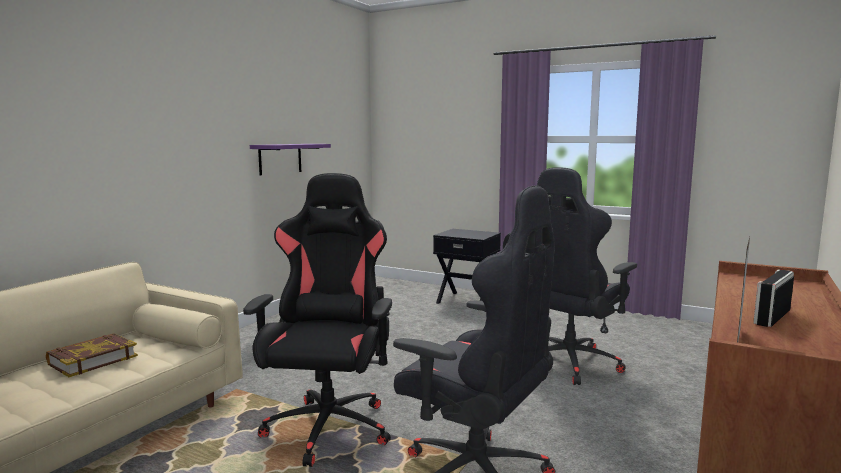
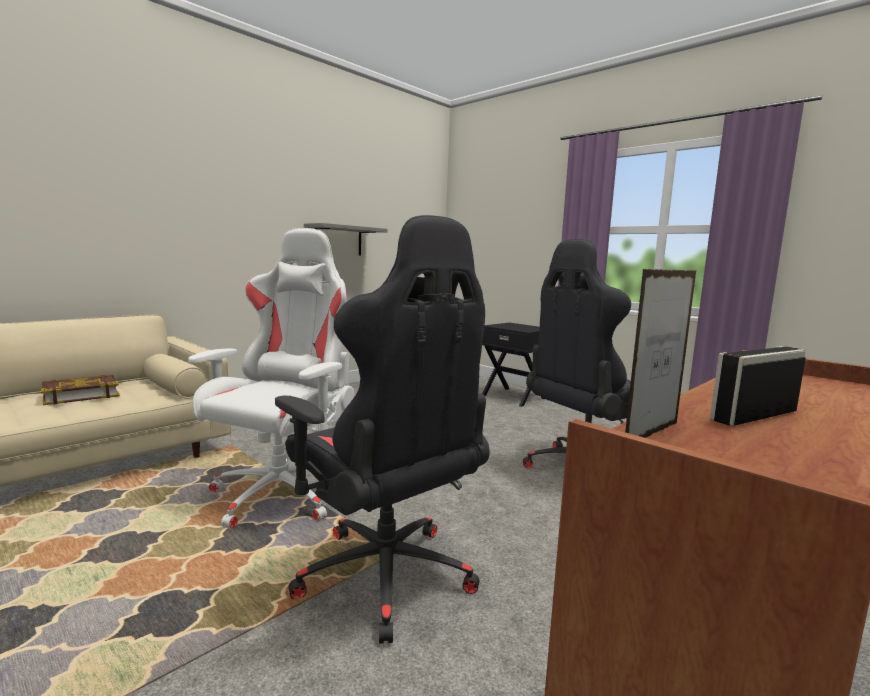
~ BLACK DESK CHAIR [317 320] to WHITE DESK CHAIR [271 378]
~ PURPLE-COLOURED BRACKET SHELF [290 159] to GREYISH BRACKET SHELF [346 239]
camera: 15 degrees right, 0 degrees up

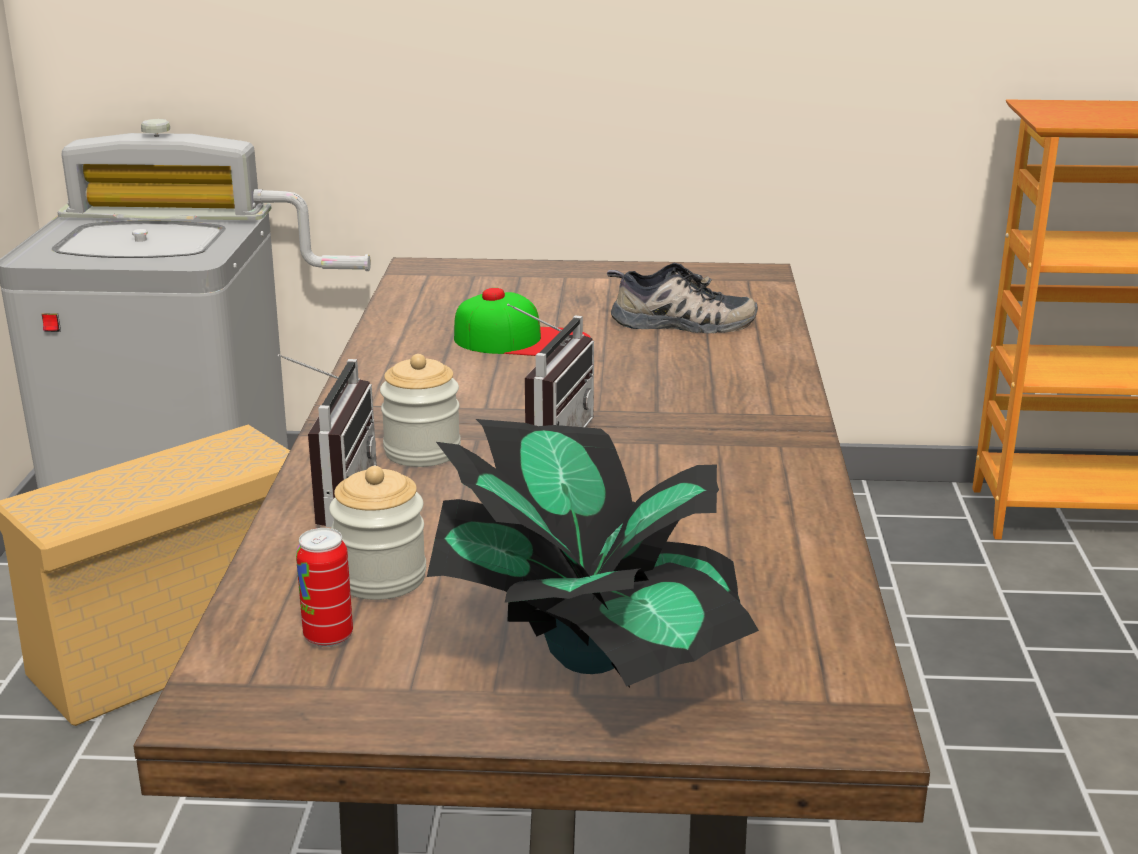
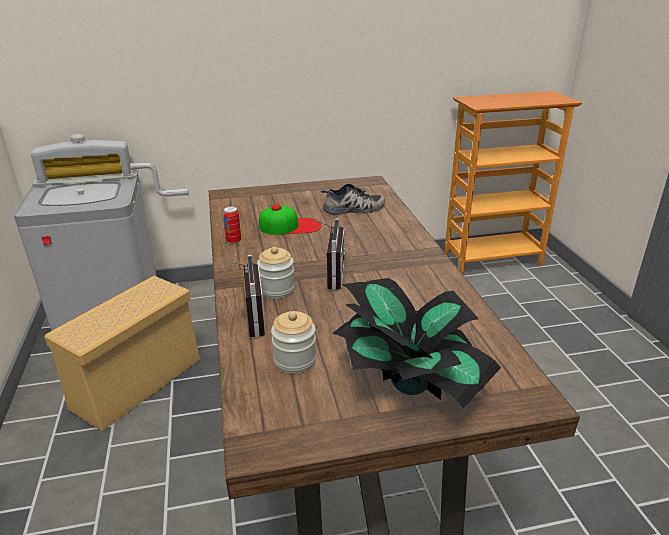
~ CAN [324 587] to [232 225]
camera: 15 degrees left, 5 degrees up

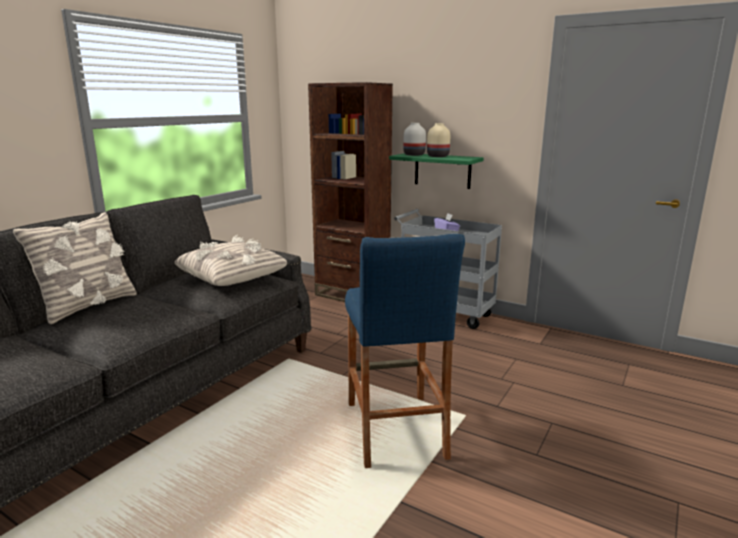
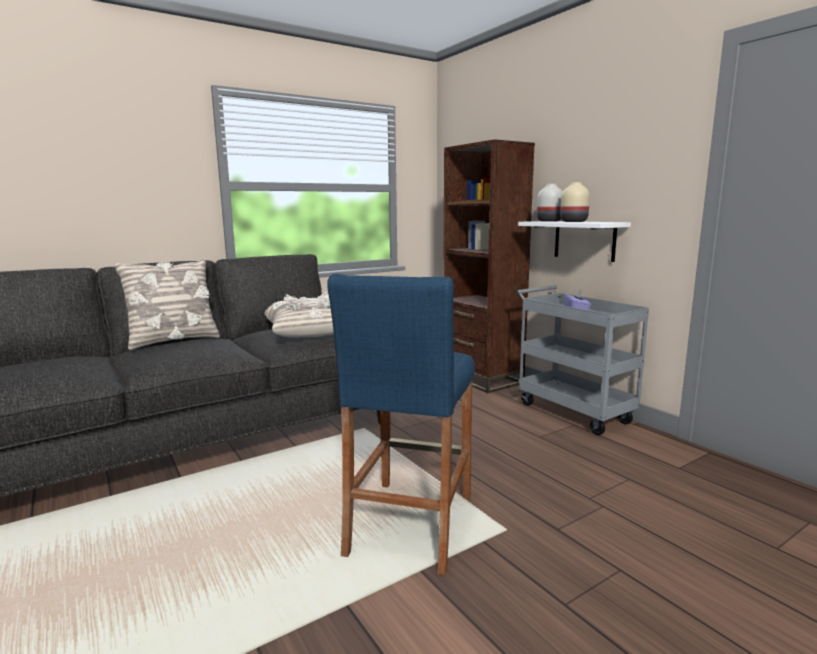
~ GREENISH BRACKET SHELF [436 171] to WHITE BRACKET SHELF [574 241]
camera: 25 degrees right, 5 degrees down

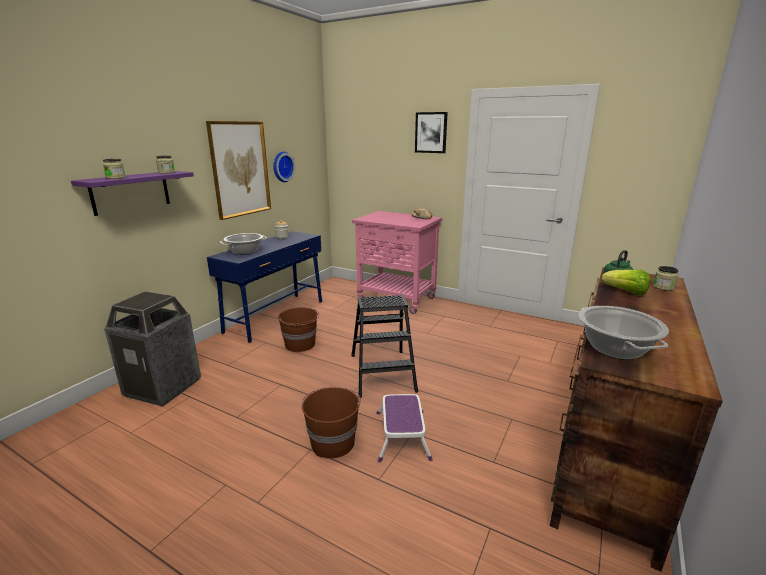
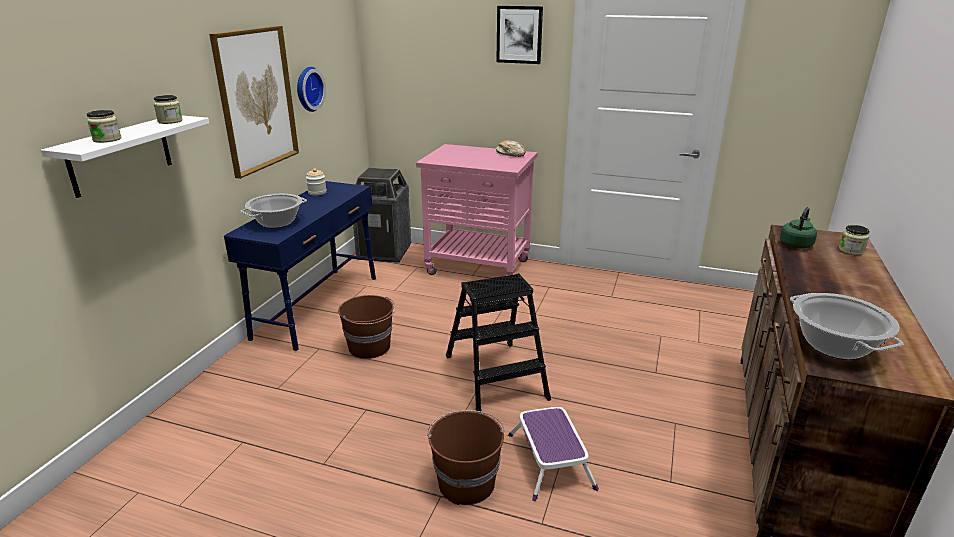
~ PURPLE-COLOURED BRACKET SHELF [132 193] to WHITE BRACKET SHELF [125 156]
~ WASTE BIN [152 348] to [382 215]
- LETTUCE HEAD [626 282]
camera: 10 degrees left, 5 degrees up

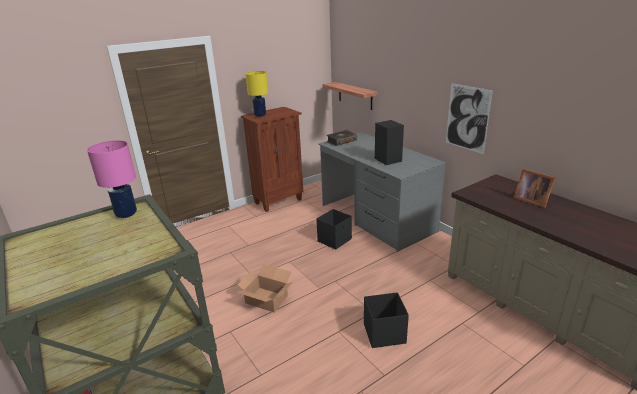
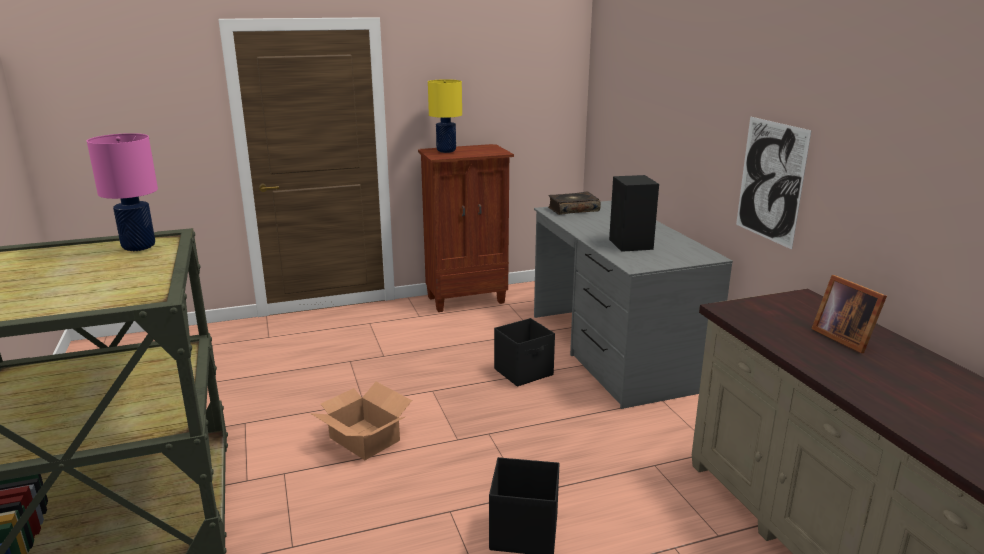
- BRACKET SHELF [350 96]
camera: 15 degrees right, 5 degrees down

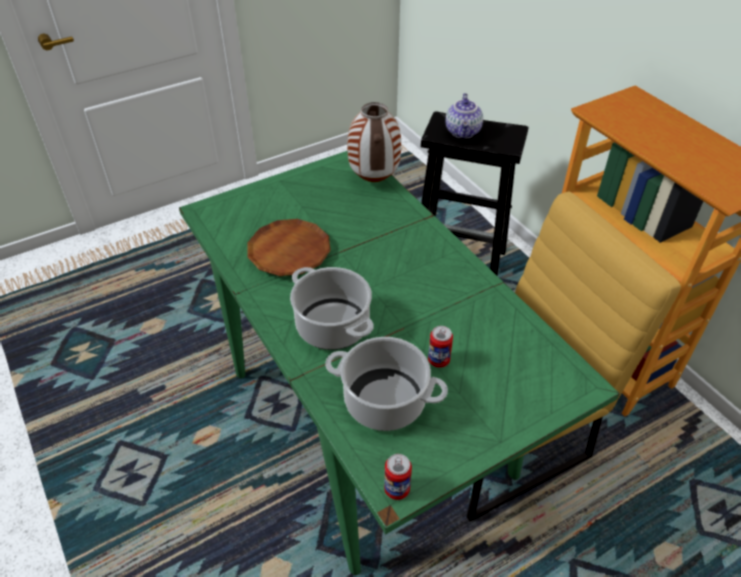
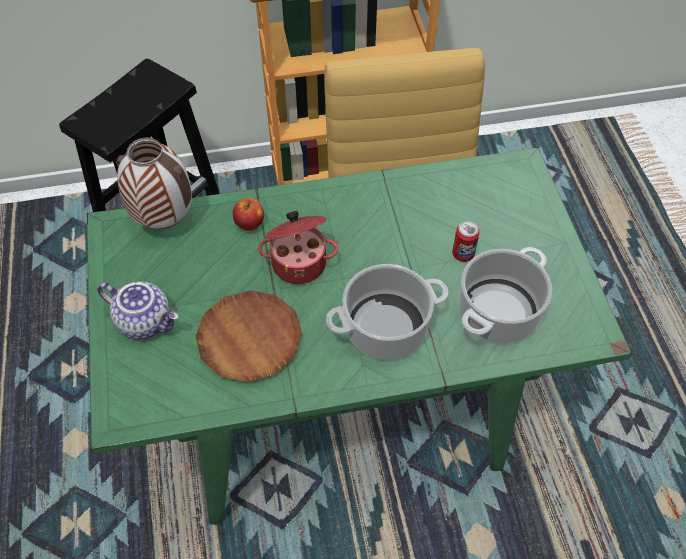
~ TEA POT [464 116] to [138 310]
+ WHOLE APPLE [248 214]
+ STOCKPOT [298 247]
- CAN [398 477]
camera: 70 degrees left, 10 degrees up

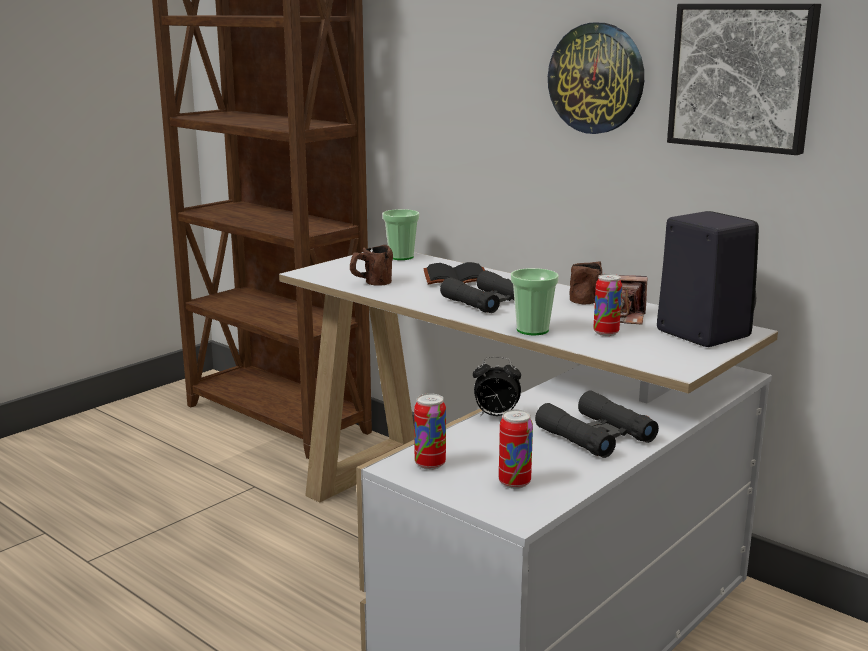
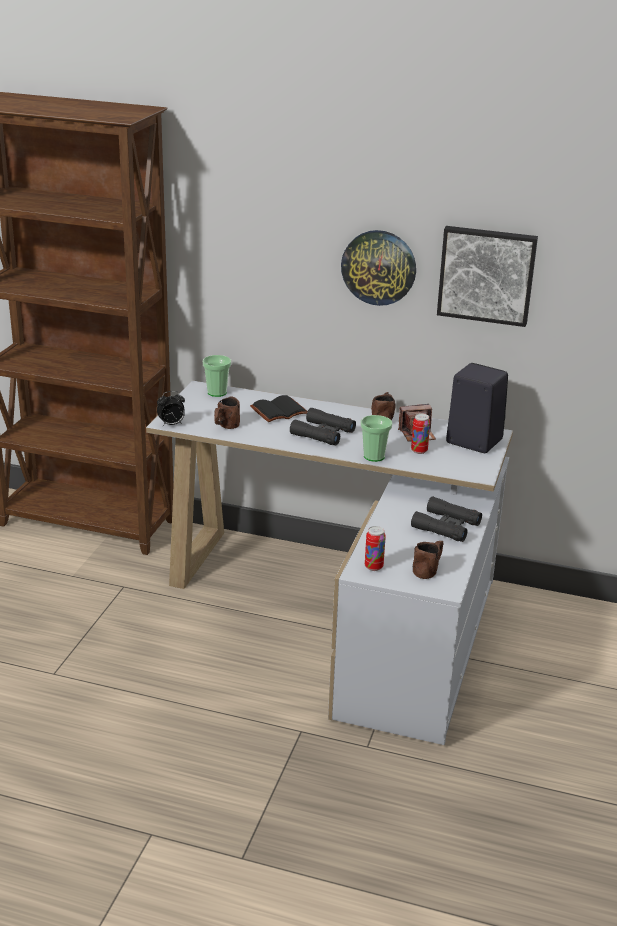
~ BEDSIDE CLOCK [497 386] to [171 408]
~ CAN [516 449] to BROWN-COLOURED MUG [428 560]
camera: 25 degrees left, 10 degrees up

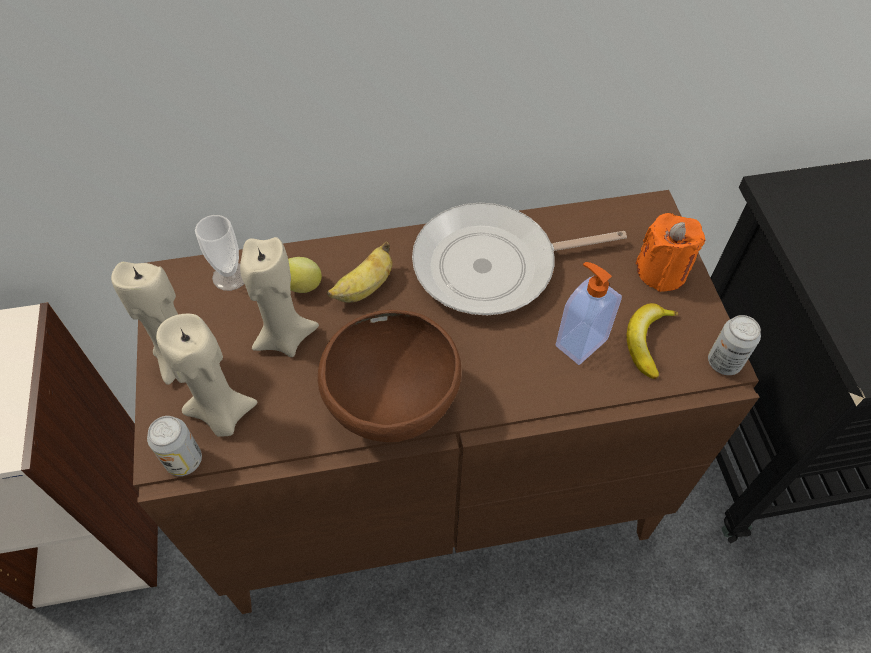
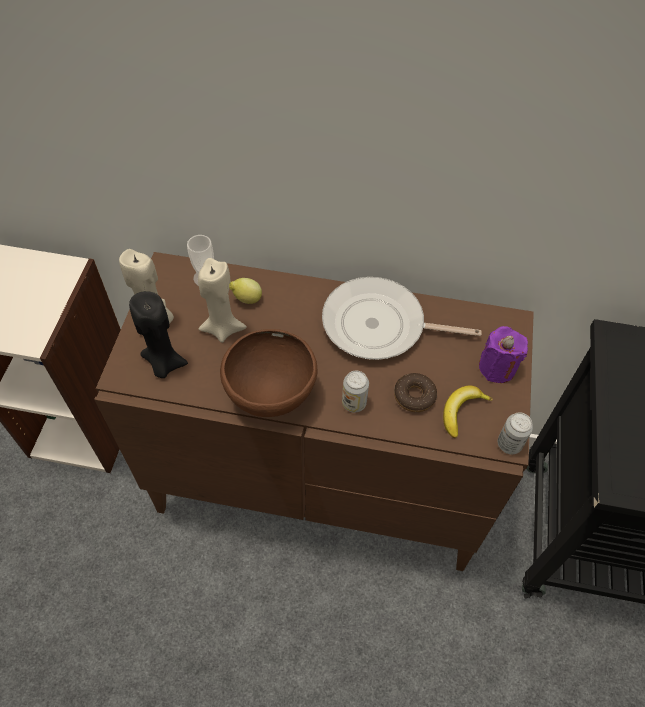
~ BEIGE WAX LIGHT [206 375] to BLACK WAX LIGHT [158 334]
~ CAN [174 446] to [355 391]
~ SOAP DISPENSER [589 313] to DOUGHNUT [415 392]
~ ORANGE-COLOURED WAX LIGHT [670 252] to PURPLE-COLOURED WAX LIGHT [503 354]
- WHOLE BANANA [360 272]
camera: 20 degrees right, 0 degrees up

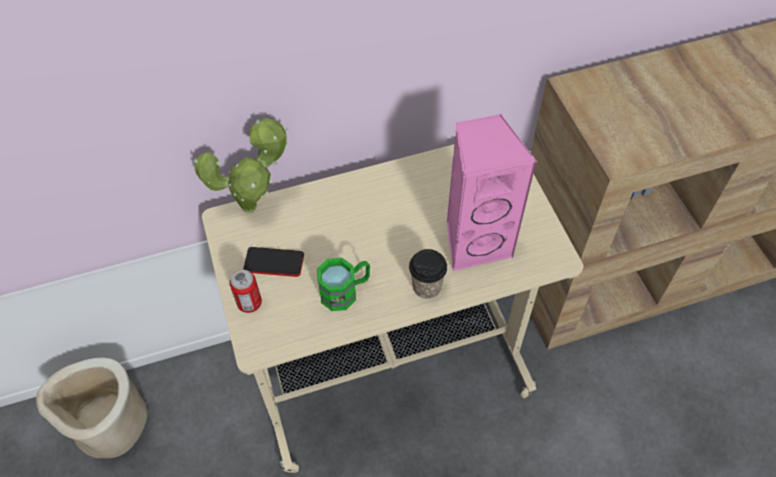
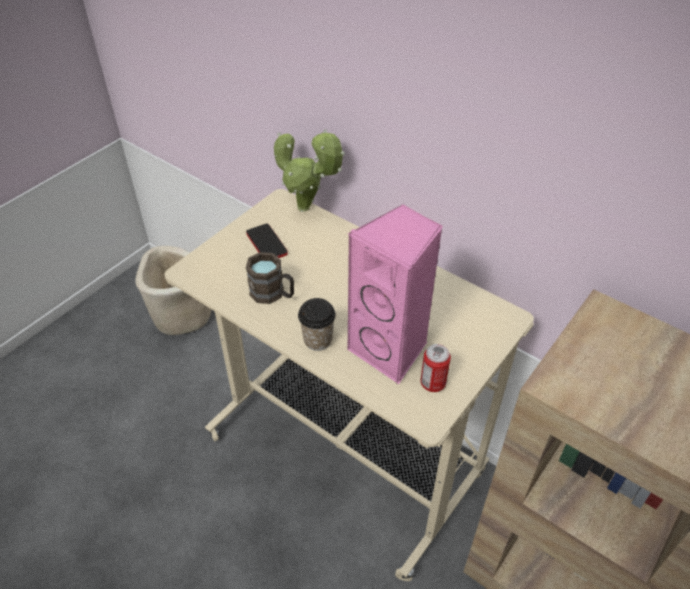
~ GREENISH MUG [343 284] to BROWN-COLOURED MUG [270 278]
~ CAN [246 291] to [435 368]
camera: 55 degrees right, 10 degrees down

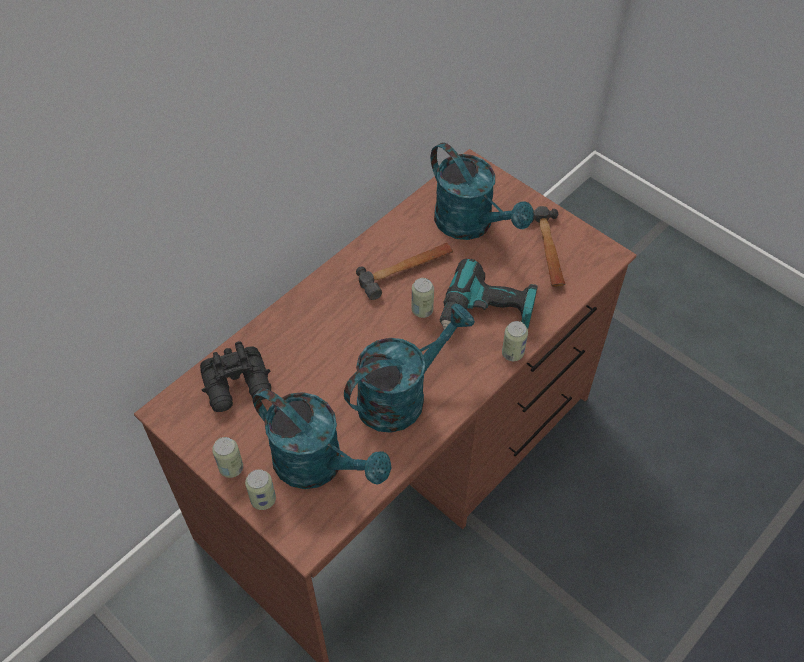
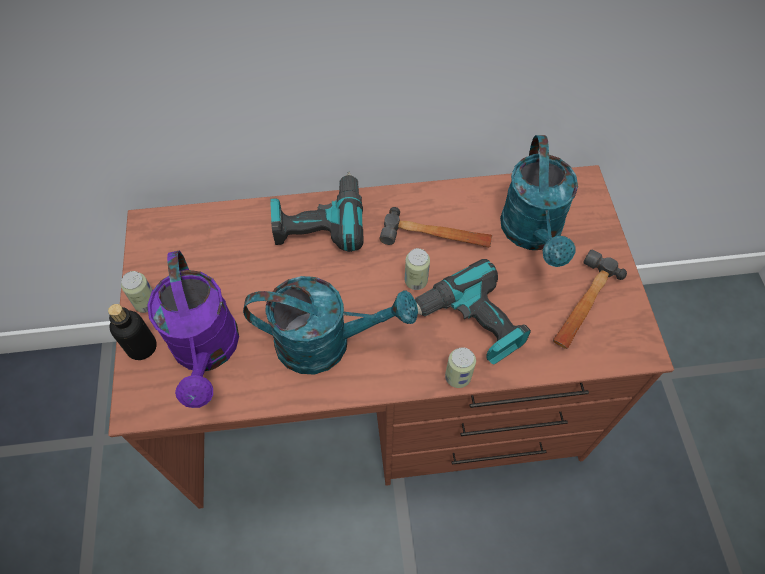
~ CAN [260 489] to BEVERAGE BOTTLE [132 332]
~ TURQUOISE SPRINKLING CAN [322 438] to PURPLE-COLOURED SPRINKLING CAN [193 329]
+ DRILL [317 211]
- BLACK FIELD GLASSES [235 376]
camera: 40 degrees right, 5 degrees up

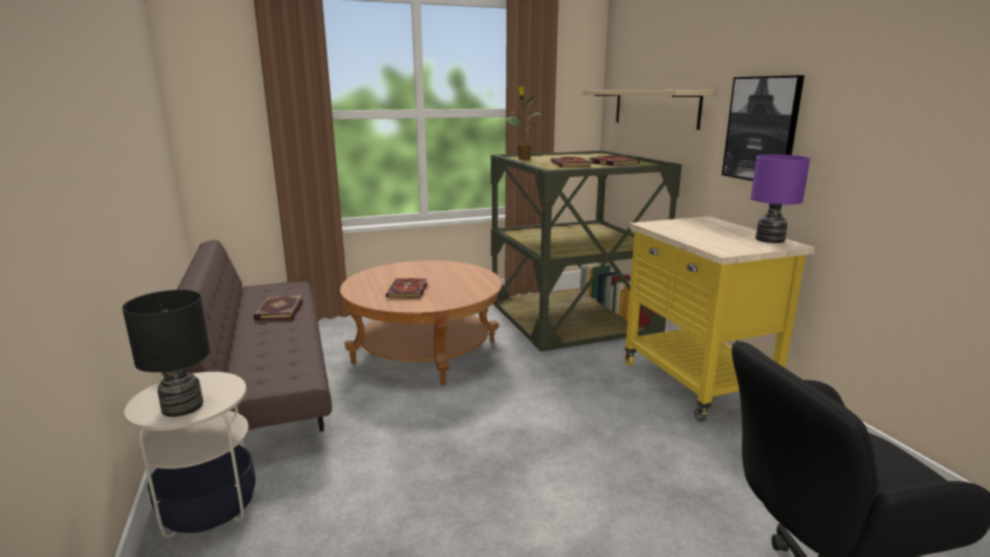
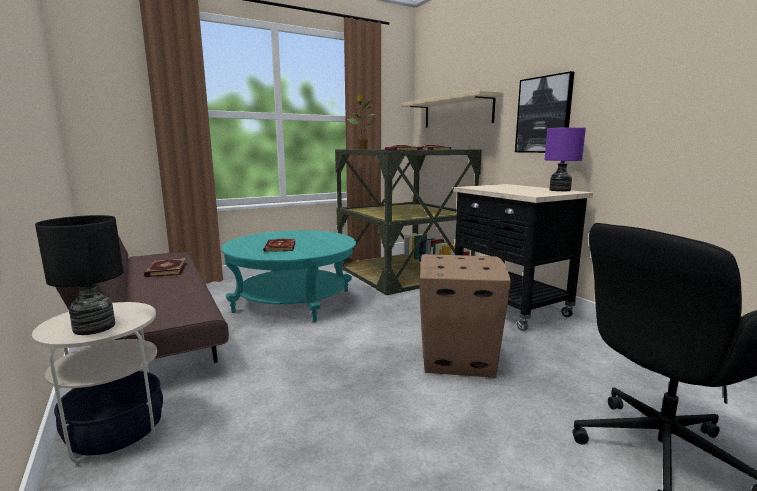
~ BROWN-COLOURED LOW TABLE [421 322] to TURQUOISE LOW TABLE [288 276]
+ CARTON [465 316]
~ YELLOWISH WHEELED CART [719 319] to BLACK WHEELED CART [523 257]
camera: 10 degrees left, 5 degrees down

